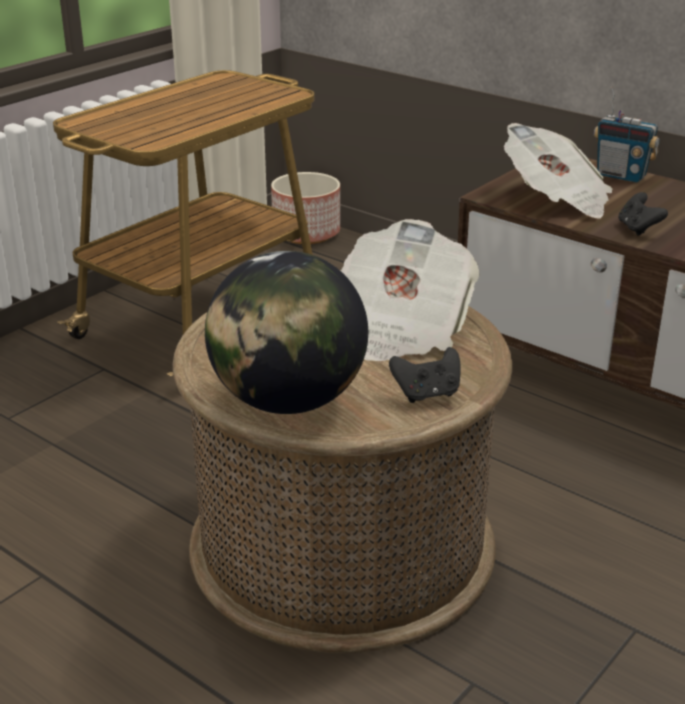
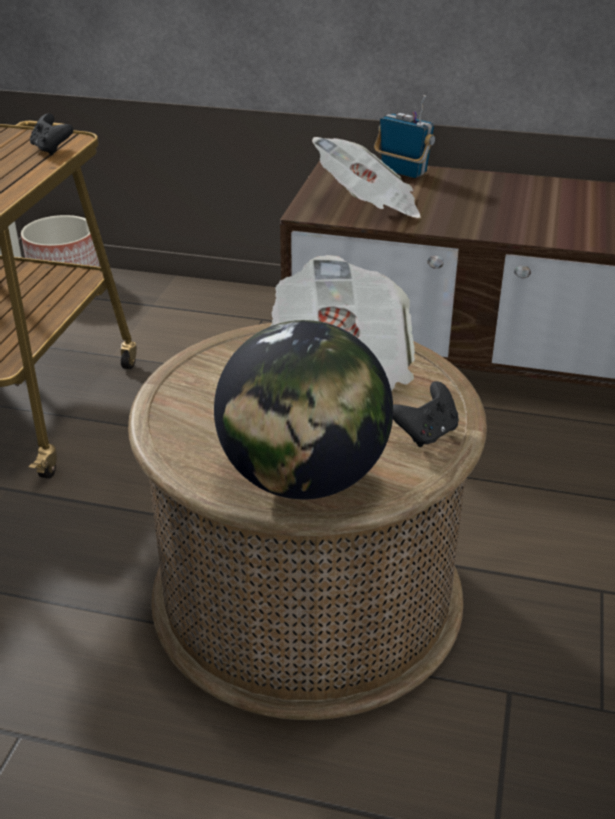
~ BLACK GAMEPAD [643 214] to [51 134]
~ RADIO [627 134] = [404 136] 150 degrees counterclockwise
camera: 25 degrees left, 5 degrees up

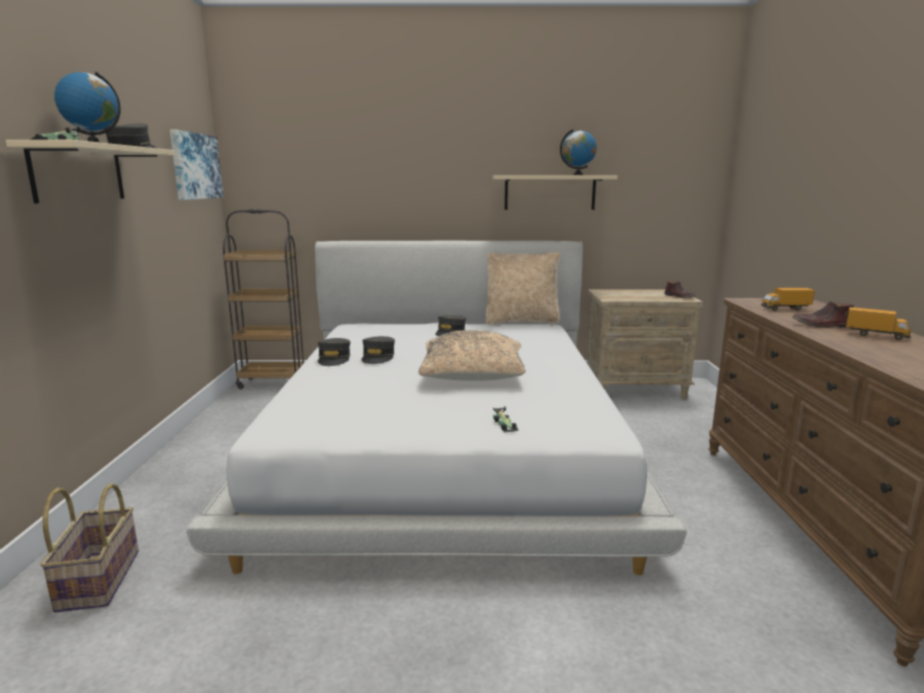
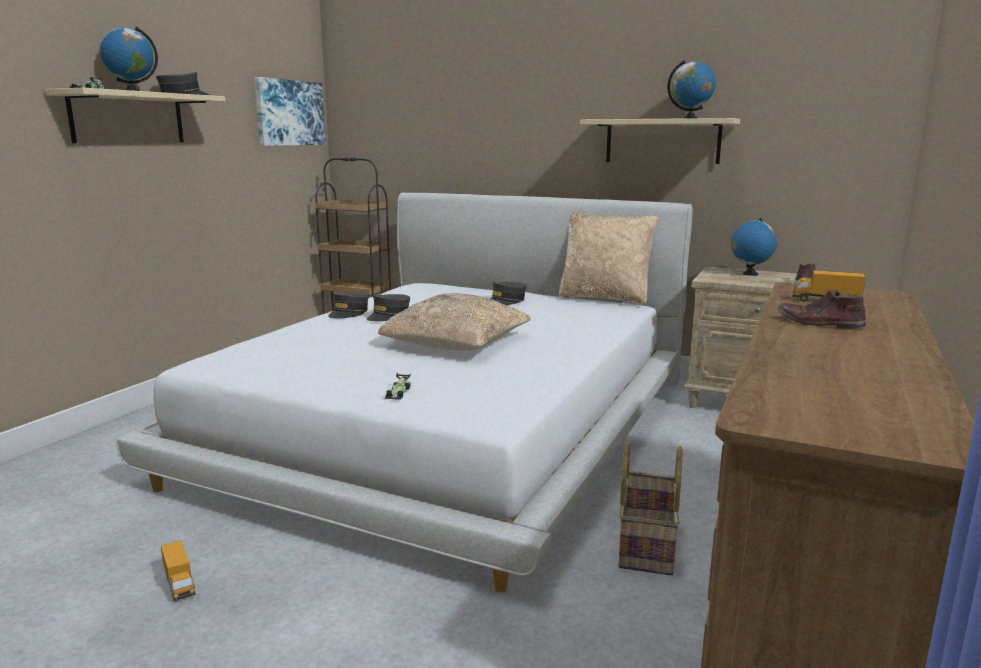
~ MODEL TRUCK [878 323] to [178 570]
~ BASKET [89 548] to [650 508]
+ GLOBE [754 247]
camera: 25 degrees right, 0 degrees up

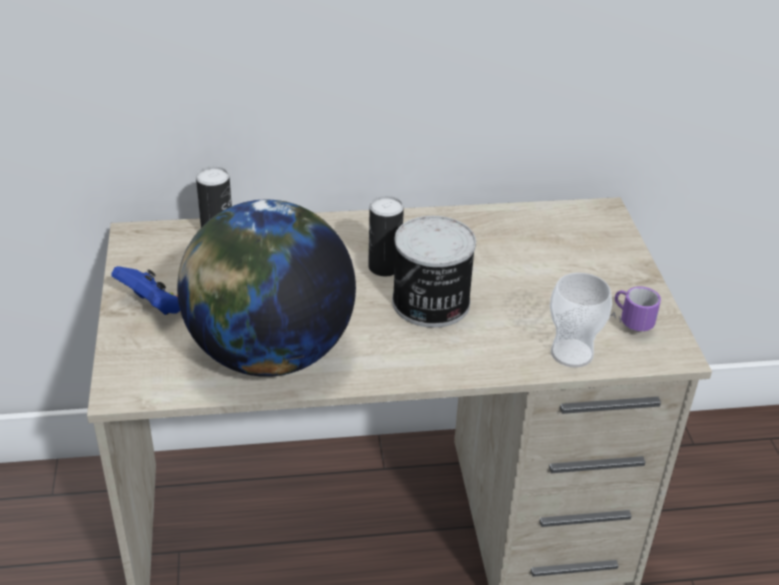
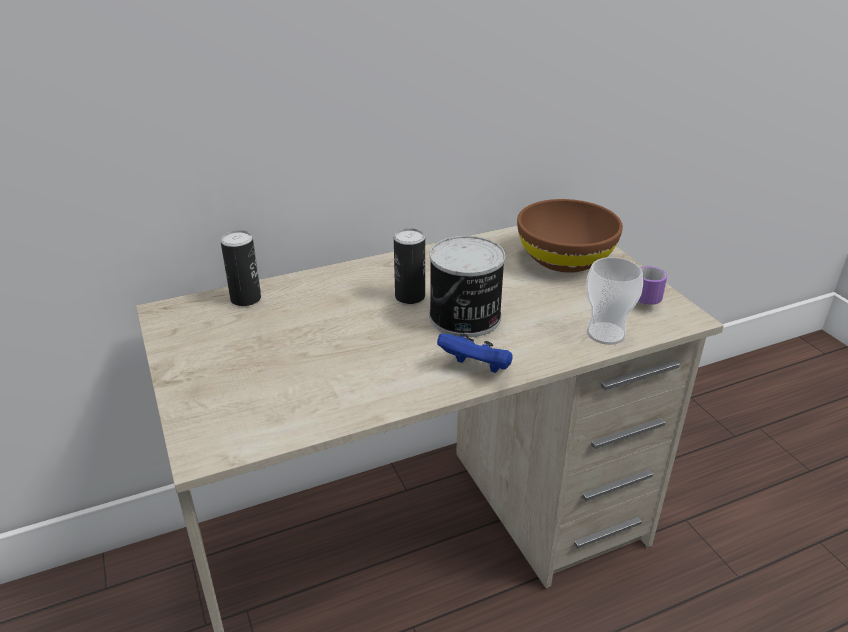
~ BLUE GAMEPAD [146 290] to [474 353]
+ BROWN-COLOURED DEEP DISH [570 236]
- GLOBE [266 288]
camera: 15 degrees left, 5 degrees down

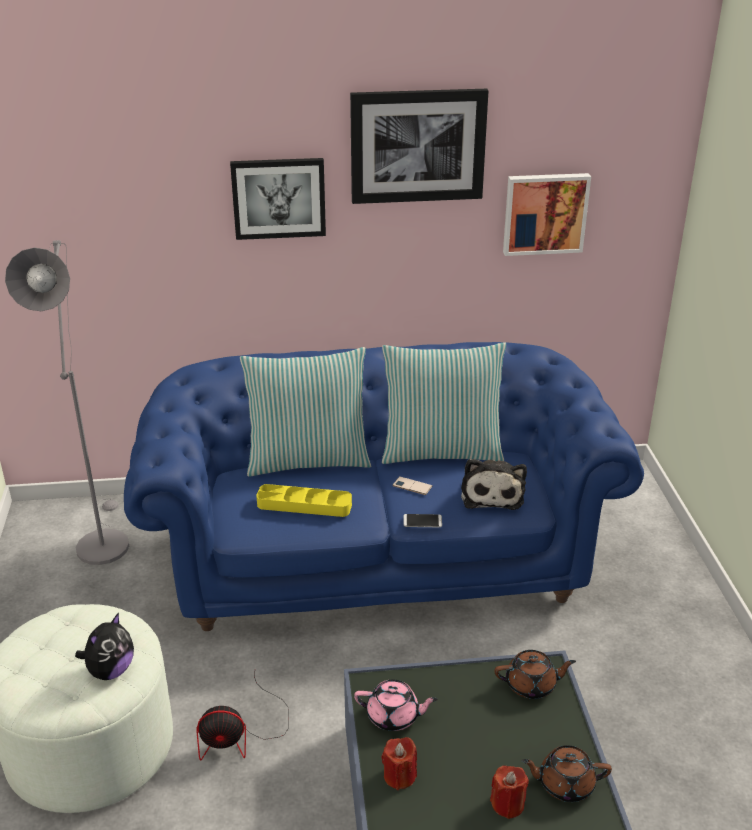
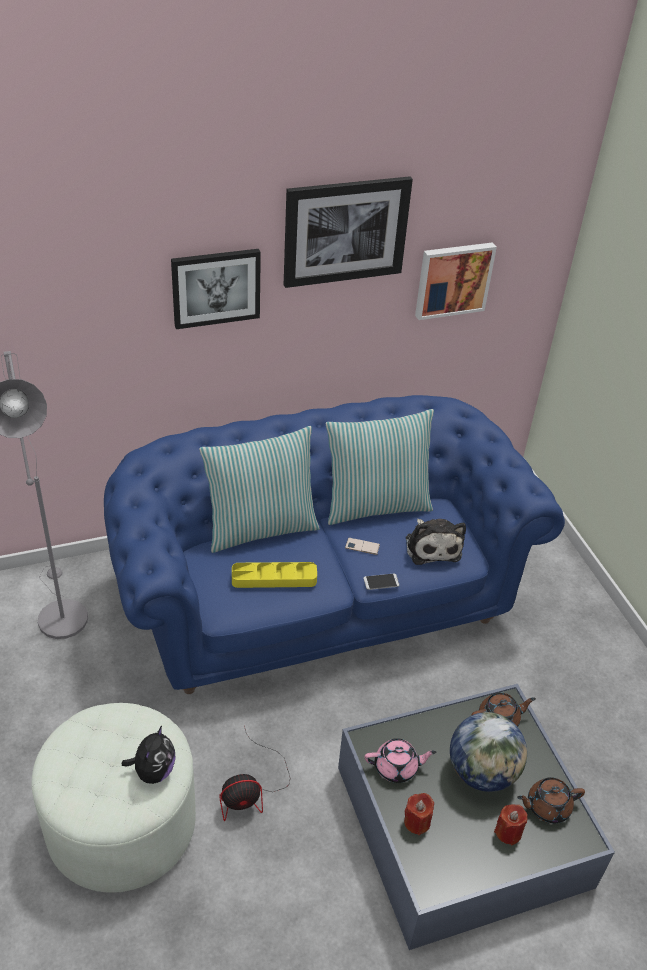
+ GLOBE [488 752]
camera: 15 degrees left, 10 degrees up

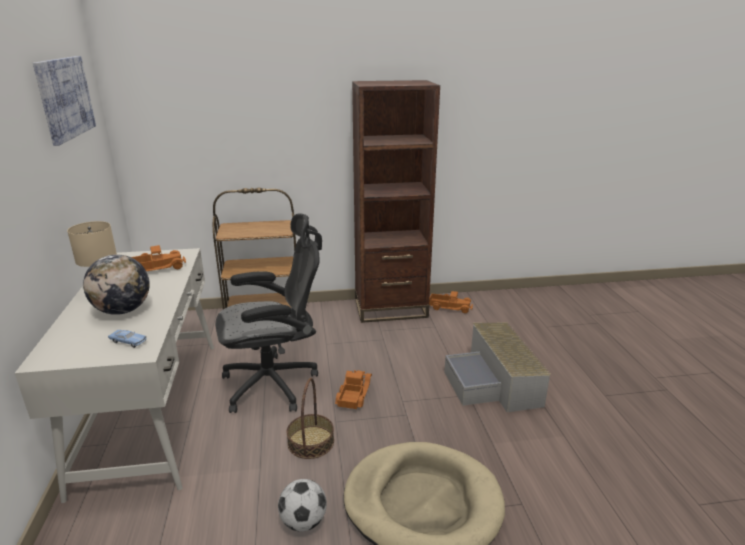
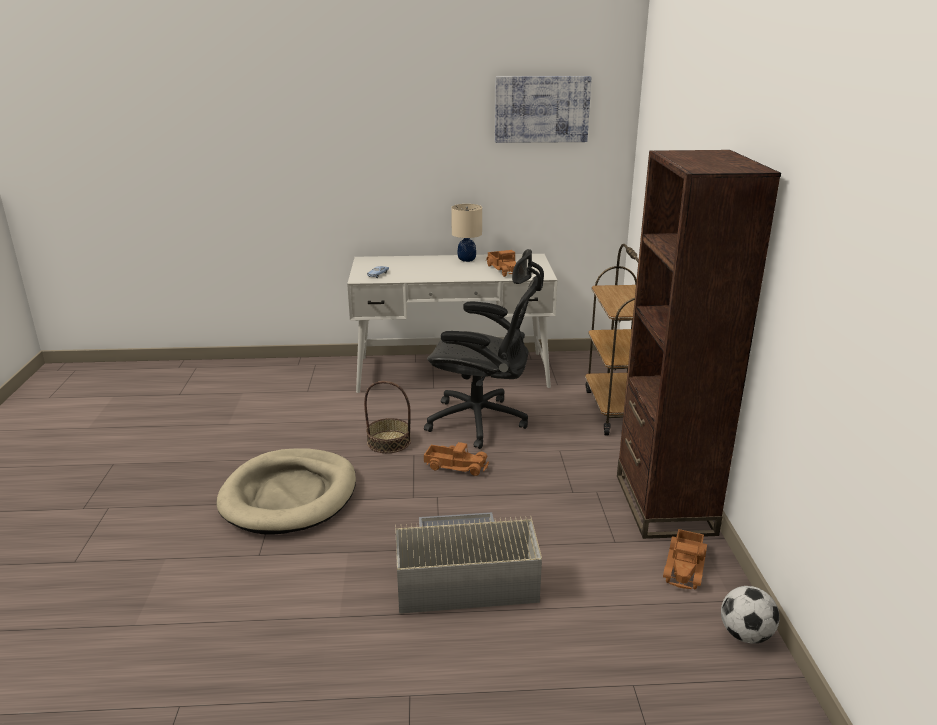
~ DESK CHAIR [268 313] = [484 349] 60 degrees counterclockwise
~ FOOTBALL BALL [302 505] to [750 615]
- GLOBE [116 284]
camera: 95 degrees right, 0 degrees up

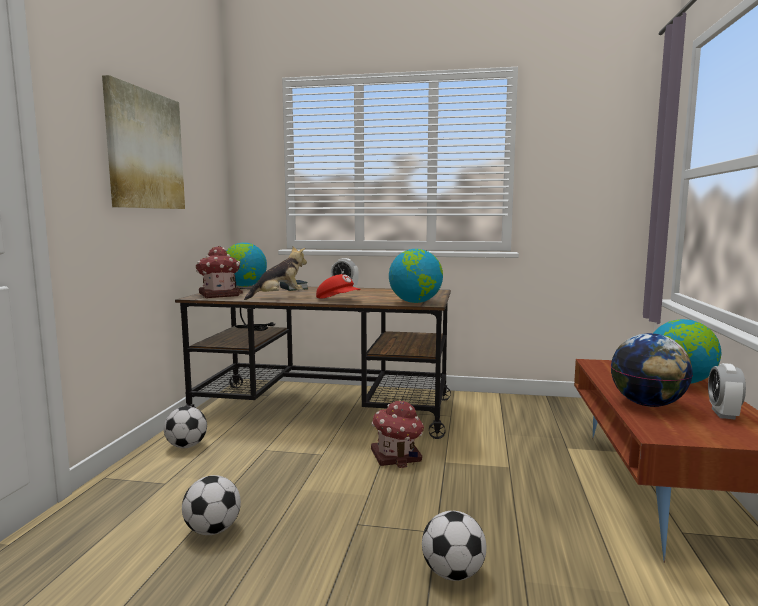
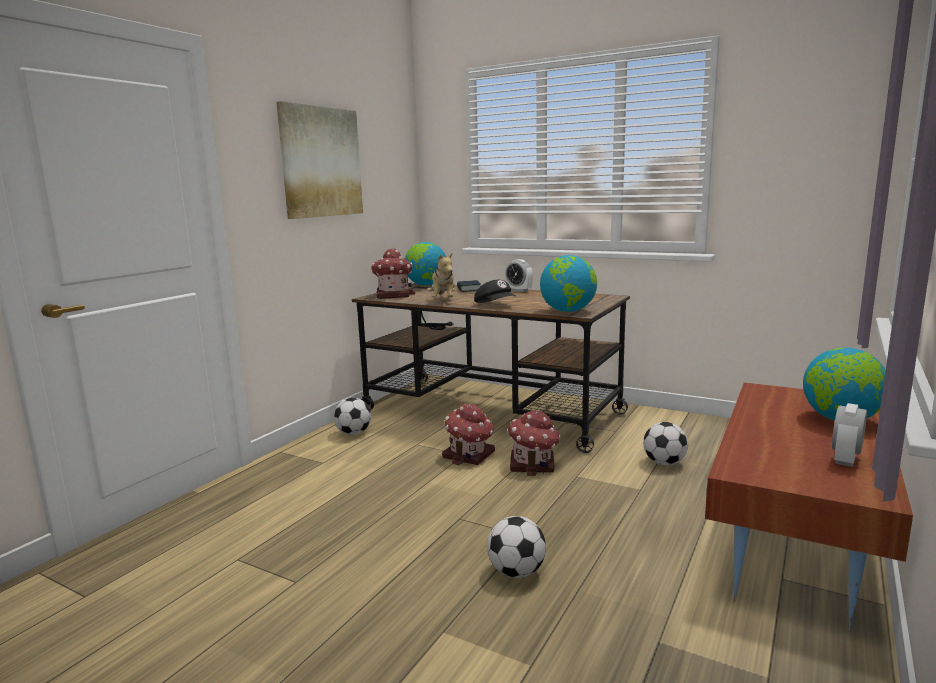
~ SOFT TOY [275 273] = [441 274] 90 degrees clockwise
+ TOY HOUSE [468 434]
~ RED-COLOURED PEAKED CAP [338 286] to BLACK PEAKED CAP [494 291]
~ FOOTBALL BALL [211 505] to [665 443]
- GLOBE [652 370]
camera: 20 degrees right, 5 degrees up

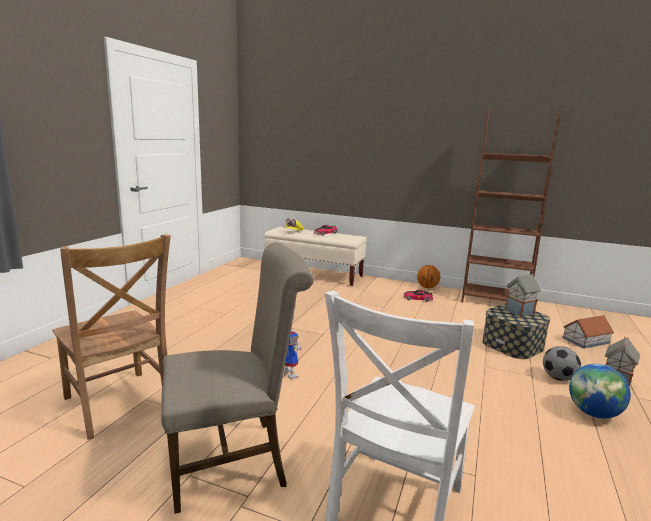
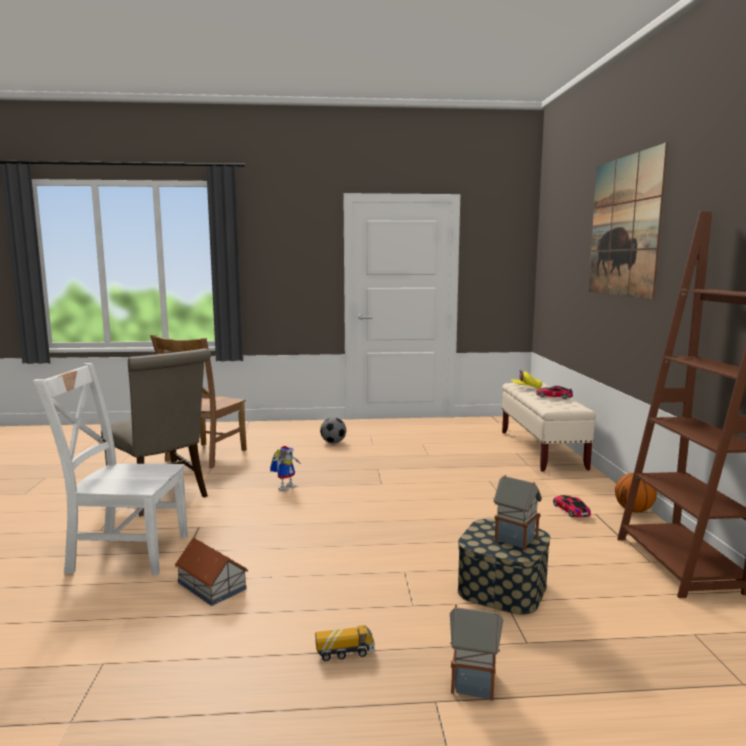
~ TOY HOUSE [588 332] to [211 572]
~ GLOBE [600 391] to MODEL TRUCK [345 643]
~ FOOTBALL BALL [562 363] to [333 430]
+ WALL PICTURE [628 220]
camera: 65 degrees right, 5 degrees down

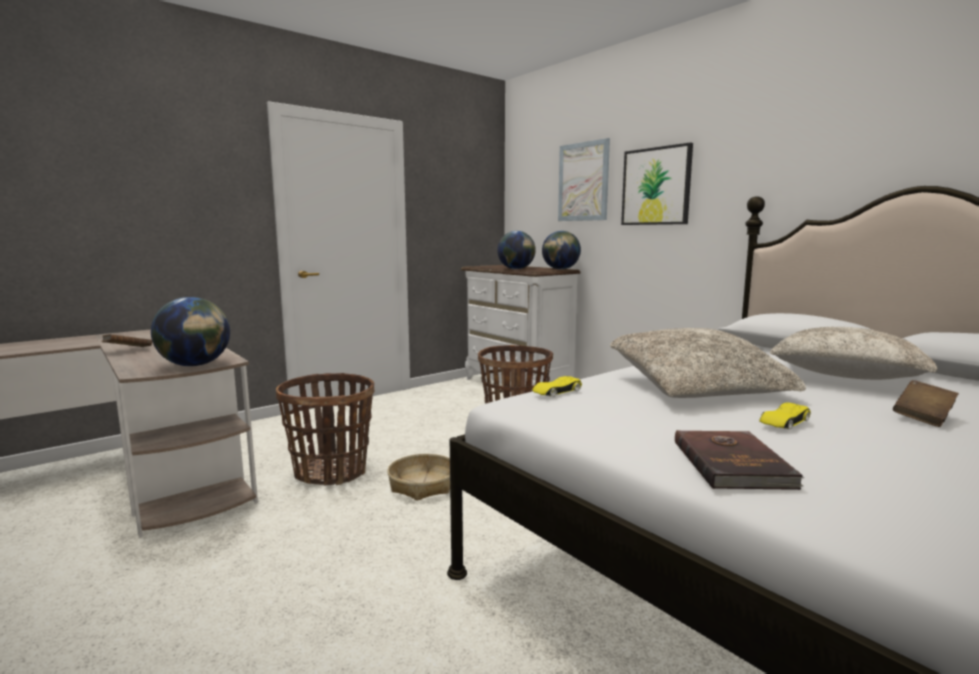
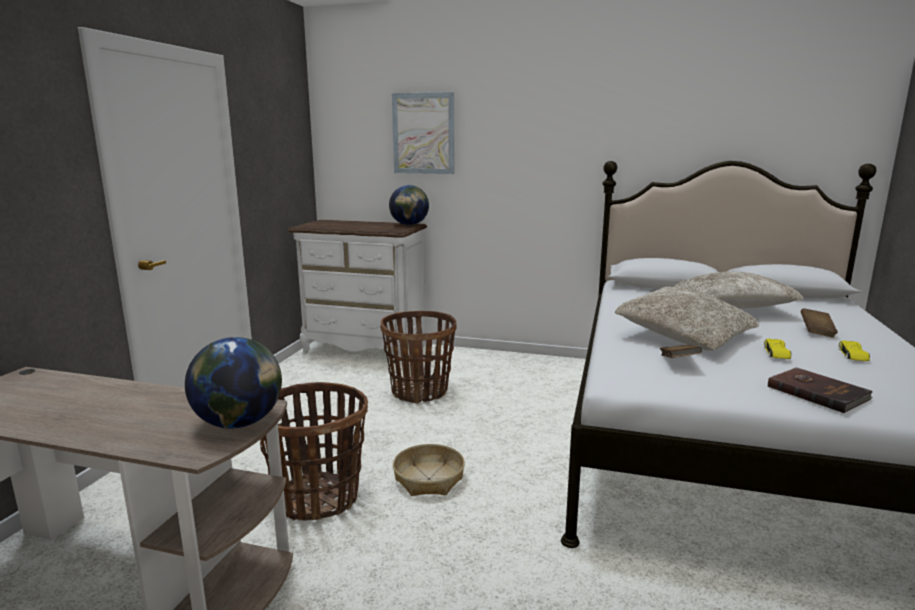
~ BROWN-COLOURED BOUND BOOK [126 340] to [681 351]
~ YELLOWISH MODEL CAR [557 386] to [854 351]
- GLOBE [516 250]
- WALL PICTURE [657 184]
camera: 35 degrees left, 5 degrees up

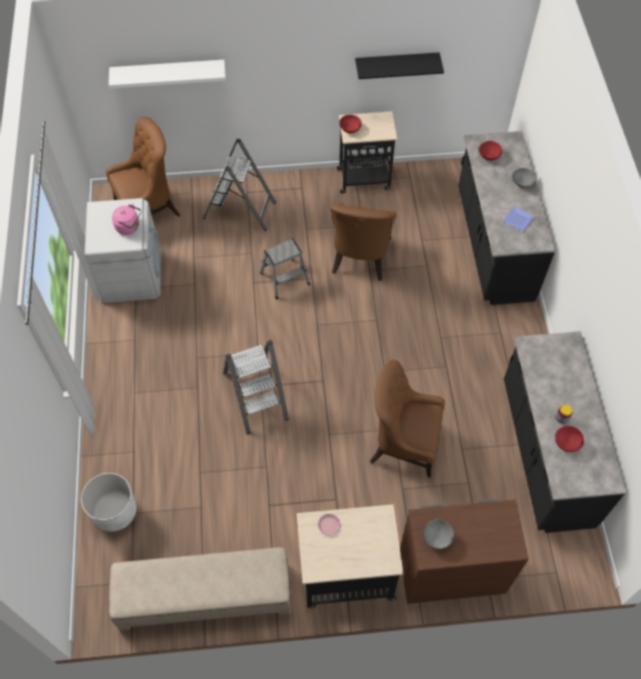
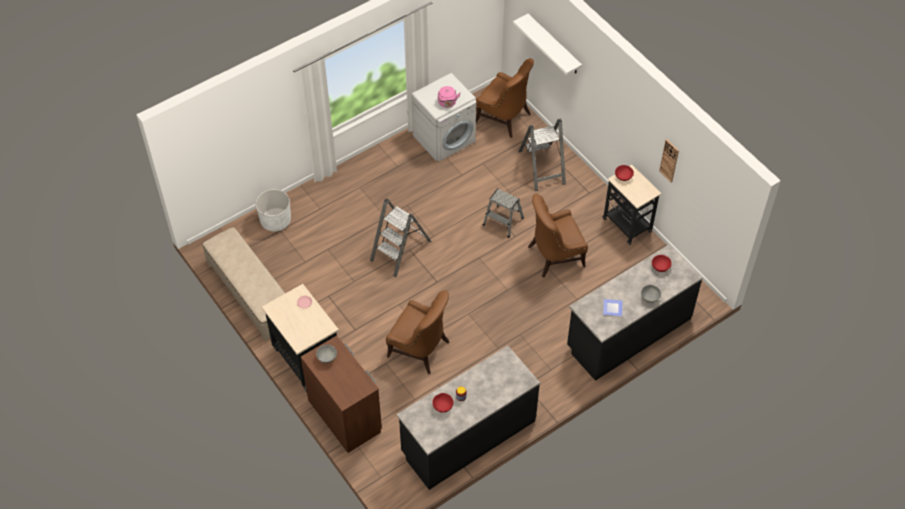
~ BROWN-COLOURED PLAIN CHAIR [407 419] = [417 332] 135 degrees clockwise
~ BLACK BRACKET SHELF [399 65] to HANGING CLOCK [669 161]
camera: 60 degrees right, 5 degrees down

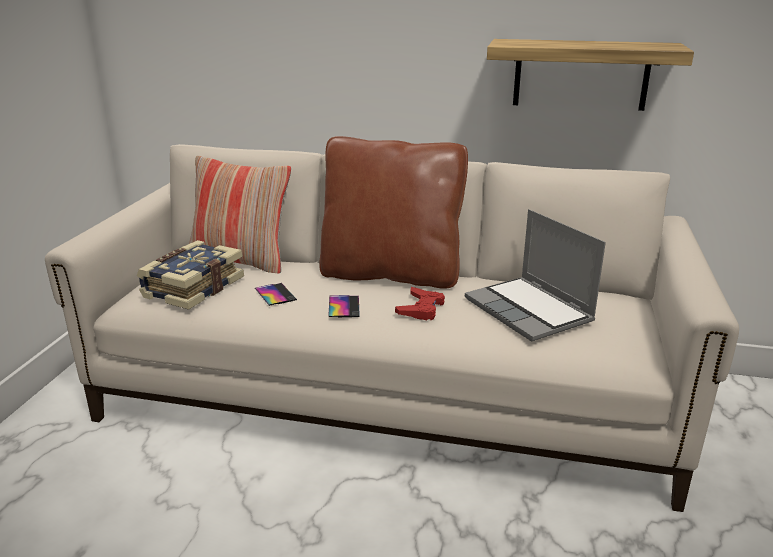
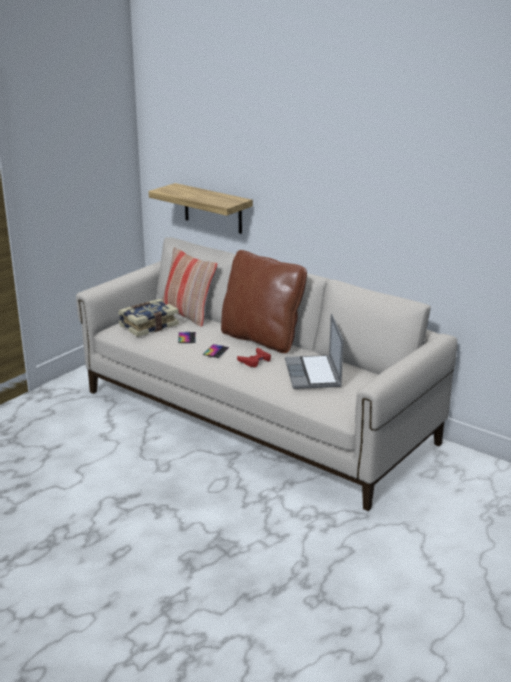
~ BRACKET SHELF [590 75] to [201 208]
camera: 25 degrees right, 0 degrees up

